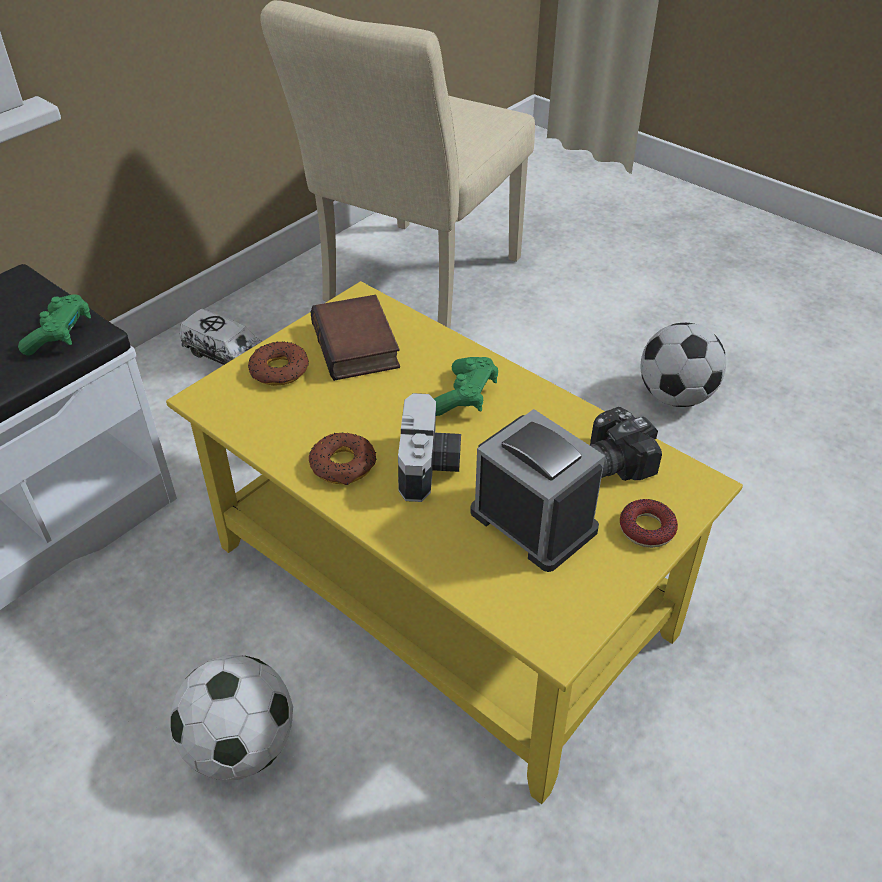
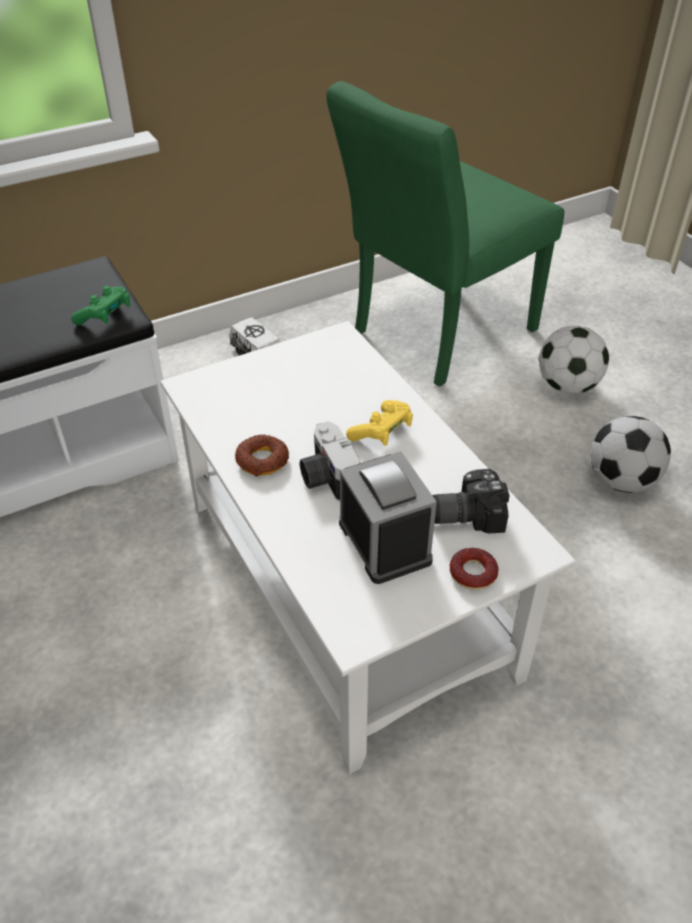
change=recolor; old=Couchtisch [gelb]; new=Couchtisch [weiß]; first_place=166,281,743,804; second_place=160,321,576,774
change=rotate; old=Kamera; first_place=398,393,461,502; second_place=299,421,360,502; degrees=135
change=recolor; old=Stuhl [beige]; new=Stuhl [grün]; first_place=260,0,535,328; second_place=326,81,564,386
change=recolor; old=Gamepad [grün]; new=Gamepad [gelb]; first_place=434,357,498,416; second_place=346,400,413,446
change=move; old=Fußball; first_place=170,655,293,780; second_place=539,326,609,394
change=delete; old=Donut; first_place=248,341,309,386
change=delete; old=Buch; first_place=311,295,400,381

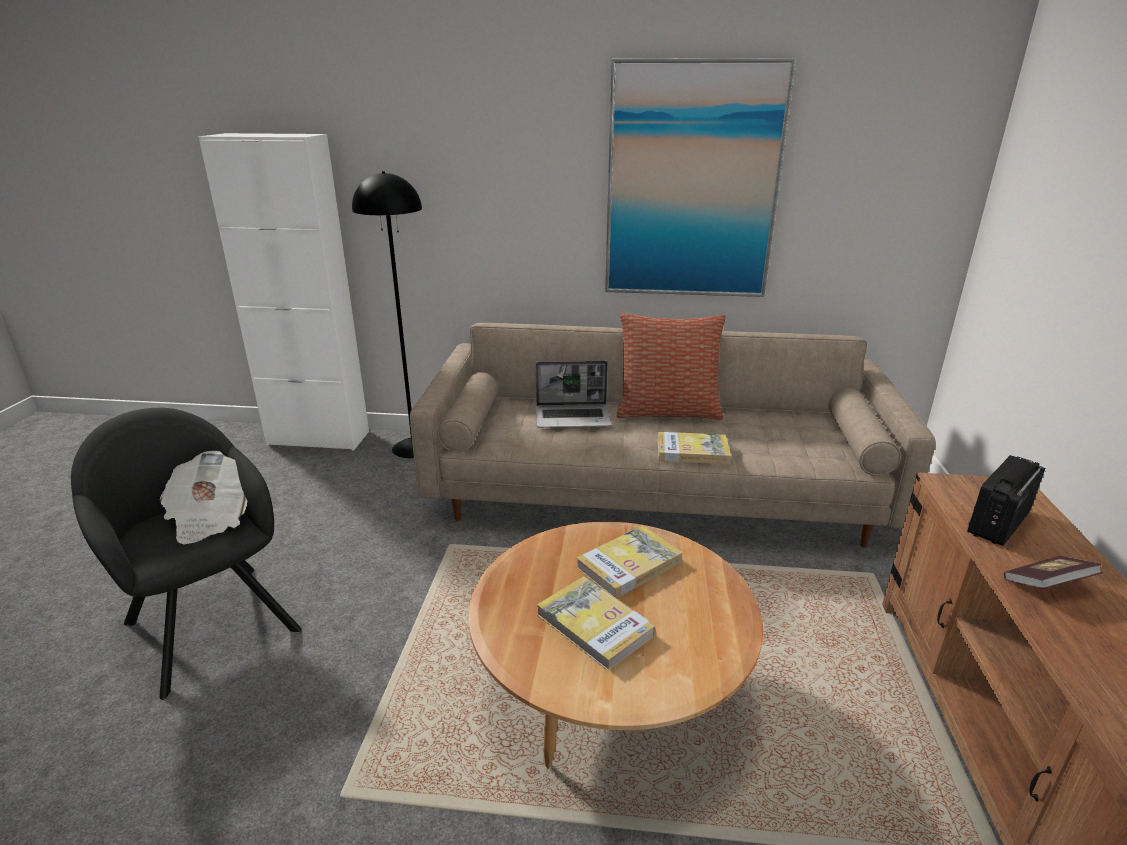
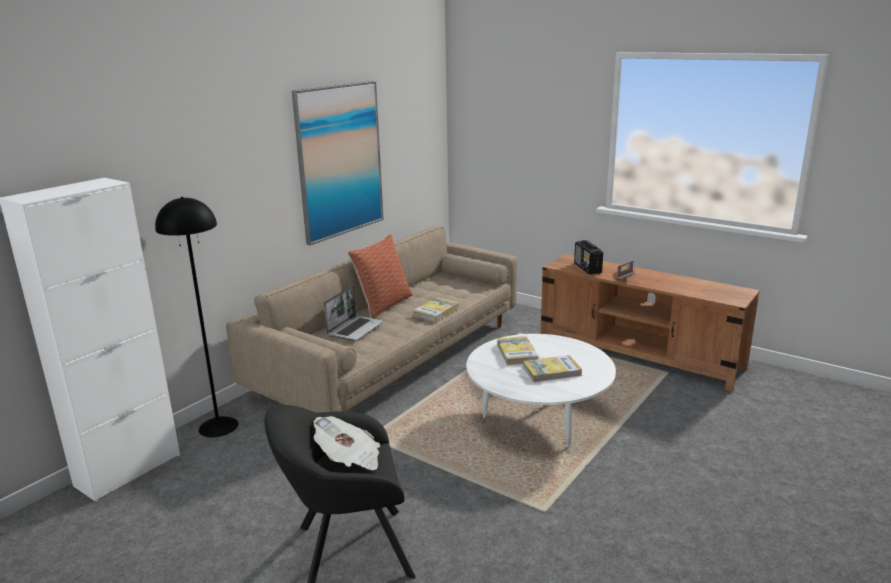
change=recolor; old=Couchtisch [braun]; new=Couchtisch [weiß]; first_place=469,522,763,769; second_place=466,334,616,448

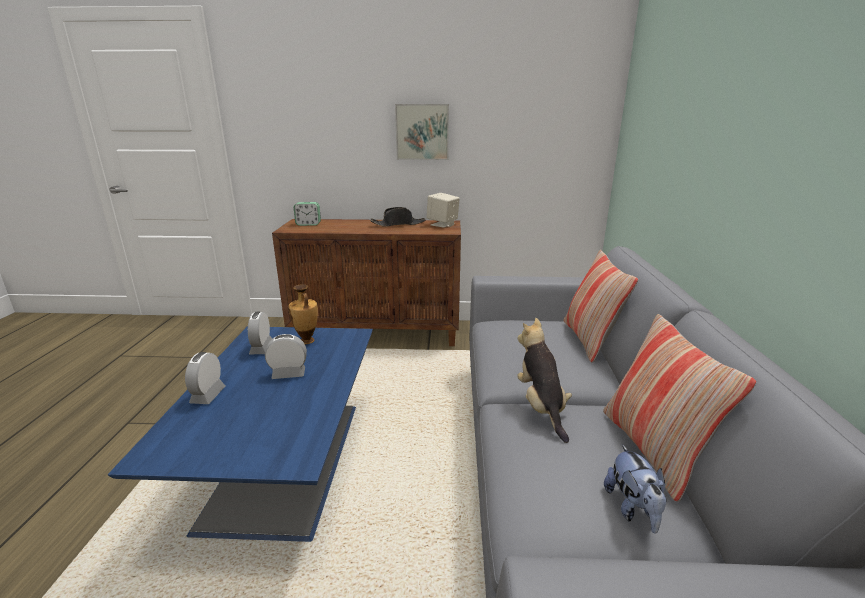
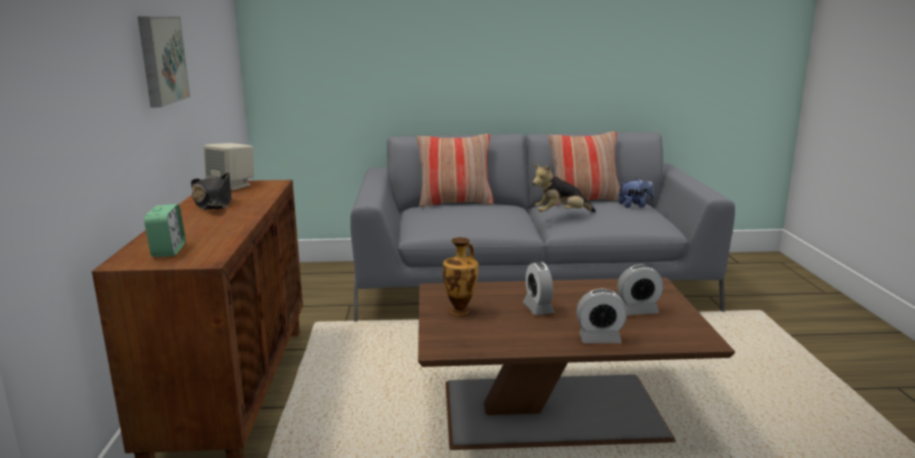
change=recolor; old=Couchtisch [blau]; new=Couchtisch [braun]; first_place=108,326,373,542; second_place=418,278,735,450
change=move; old=Wecker; first_place=248,312,272,354; second_place=617,264,664,315

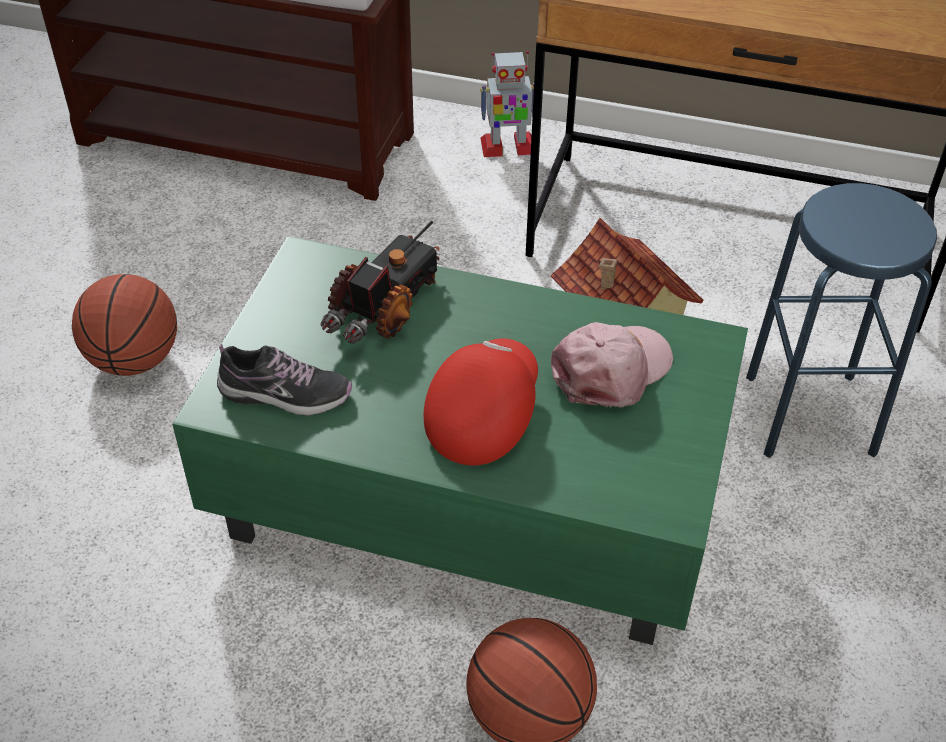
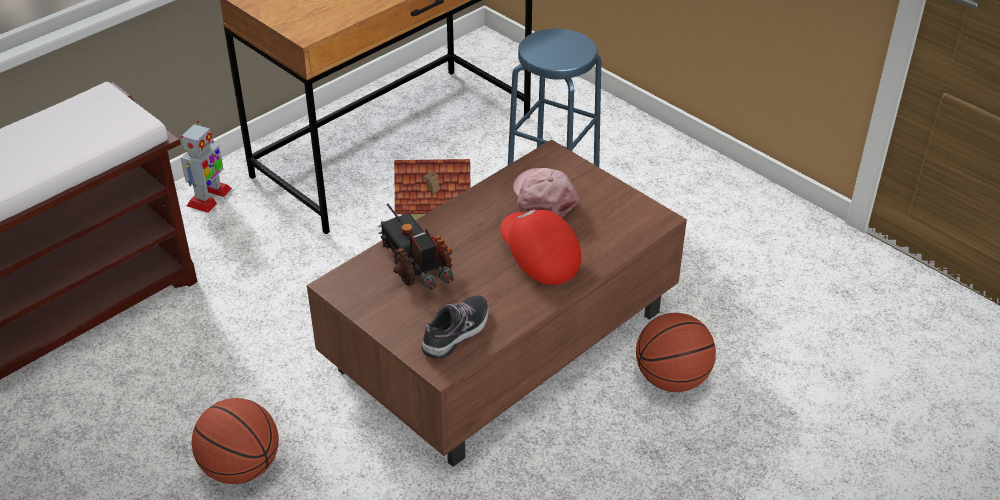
change=recolor; old=Couchtisch [grün]; new=Couchtisch [braun]; first_place=172,236,748,645; second_place=307,139,687,467

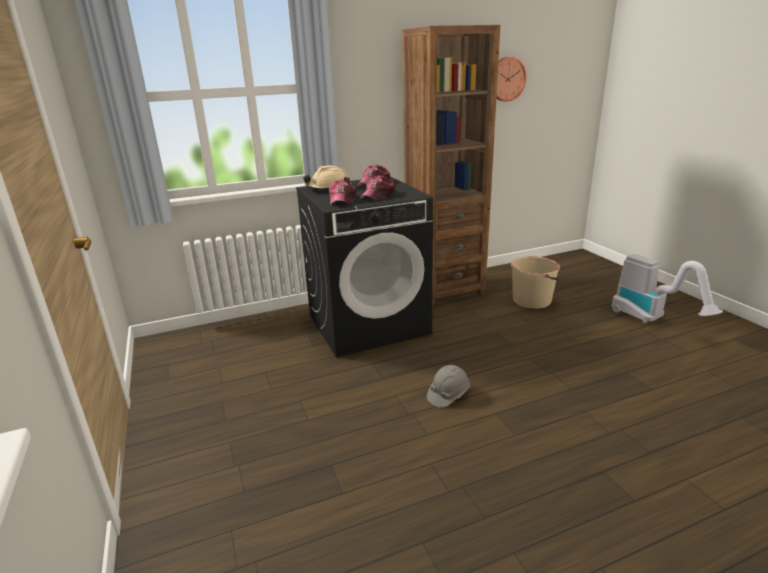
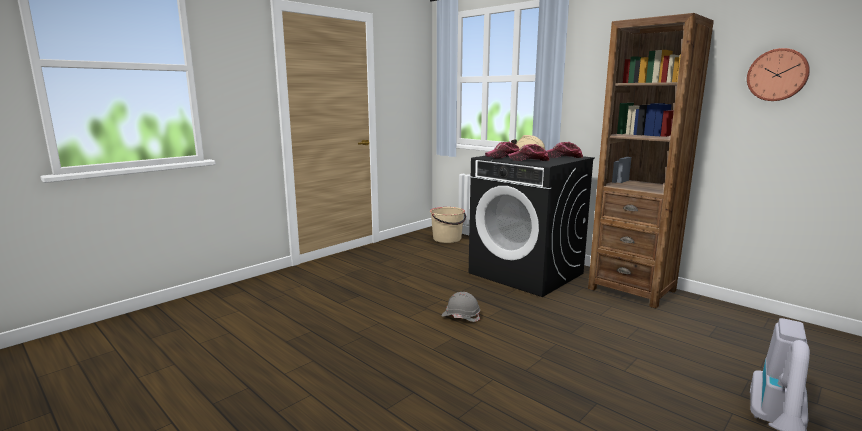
change=move; old=Eimer [beige]; first_place=511,256,560,309; second_place=430,207,466,243

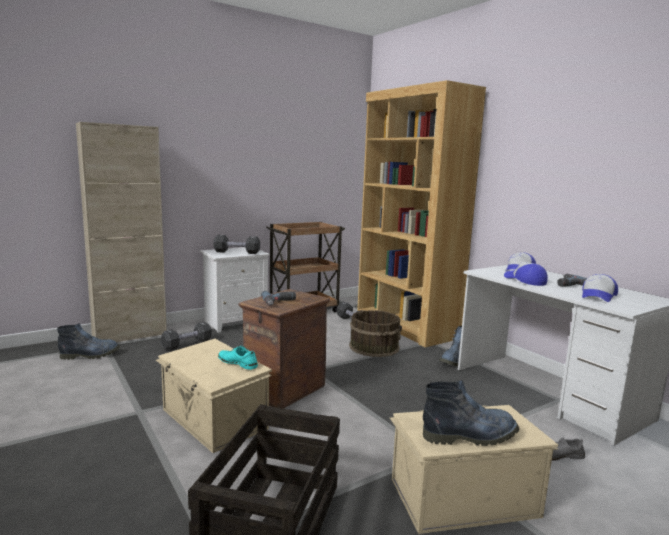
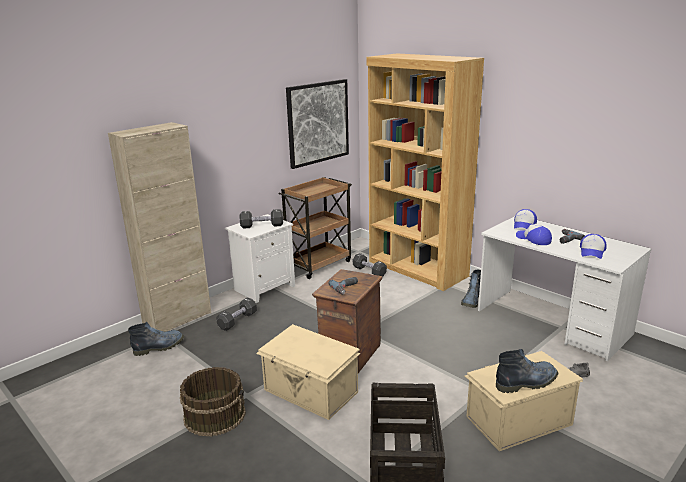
change=move; old=Eimer [braun]; first_place=349,310,402,357; second_place=180,367,246,436
change=insert; new=Bild; second_place=286,79,349,169
change=delete; old=Schuh [türkis]; first_place=218,346,258,370

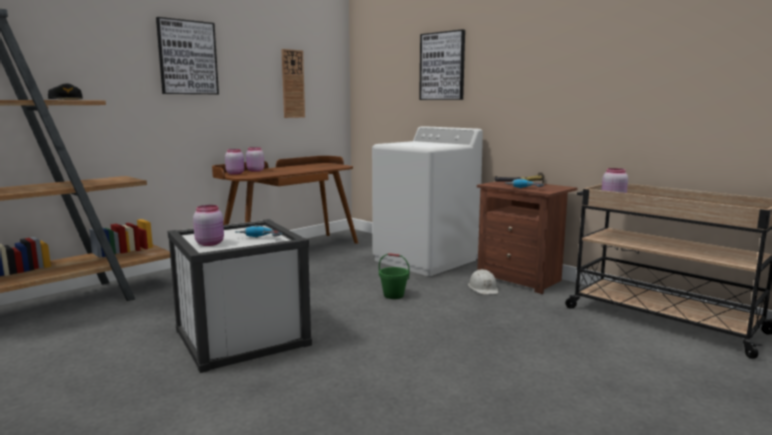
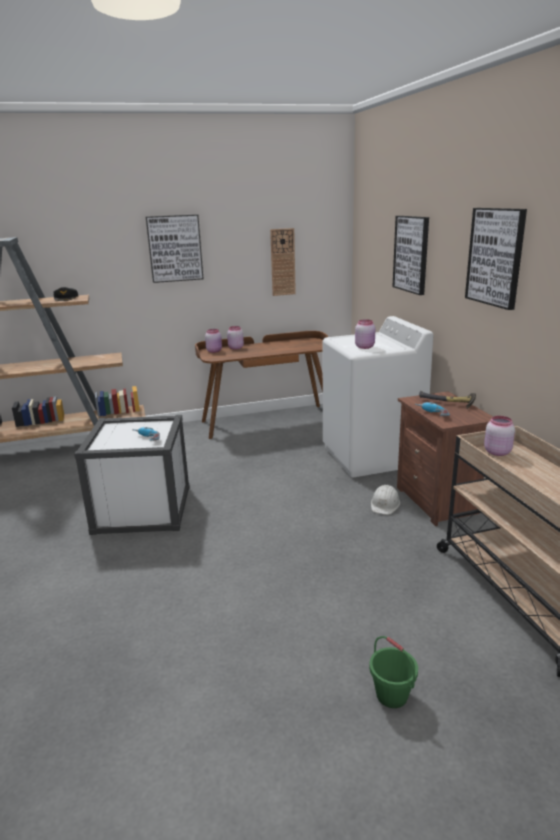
change=move; old=Vorratsglas [rosa]; first_place=193,205,224,246; second_place=355,319,375,349
change=move; old=Eimer [grün]; first_place=379,253,409,299; second_place=369,636,418,708
change=insert; new=Bild; second_place=465,208,527,310

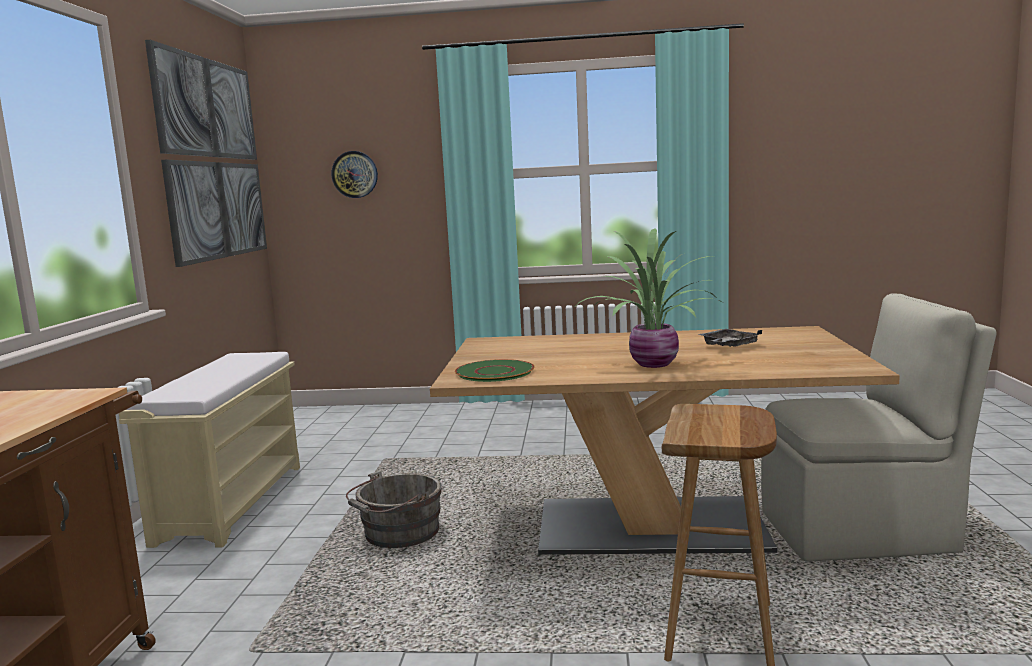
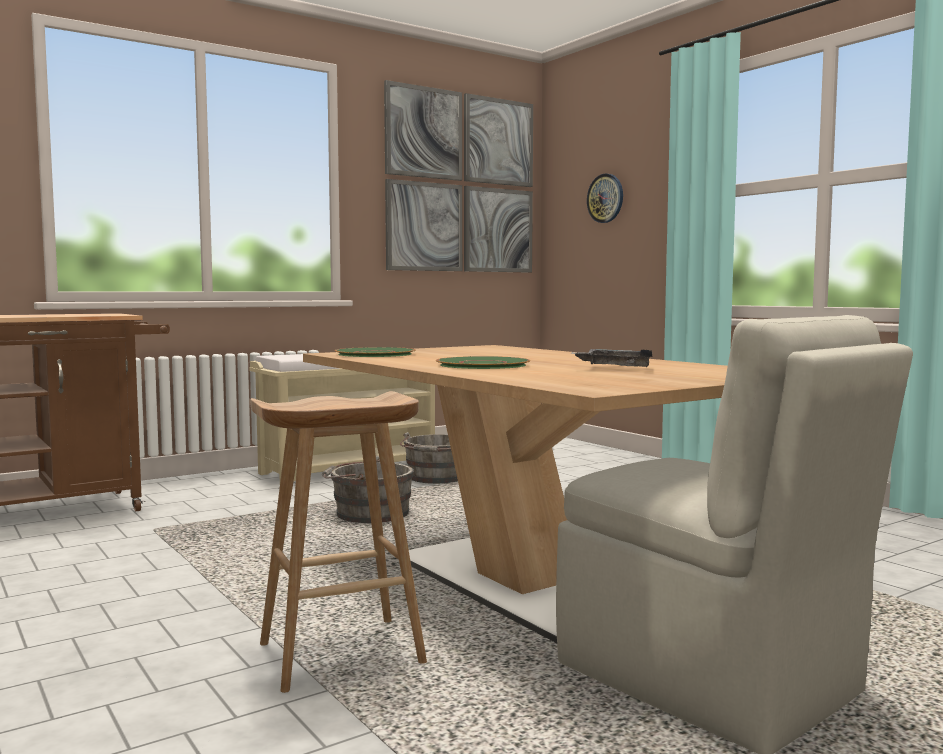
change=insert; new=Eimer [grau]; second_place=400,432,458,484
change=replace; old=Topfpflanze; new=Teller [grün]; first_place=576,229,720,368; second_place=436,356,531,369

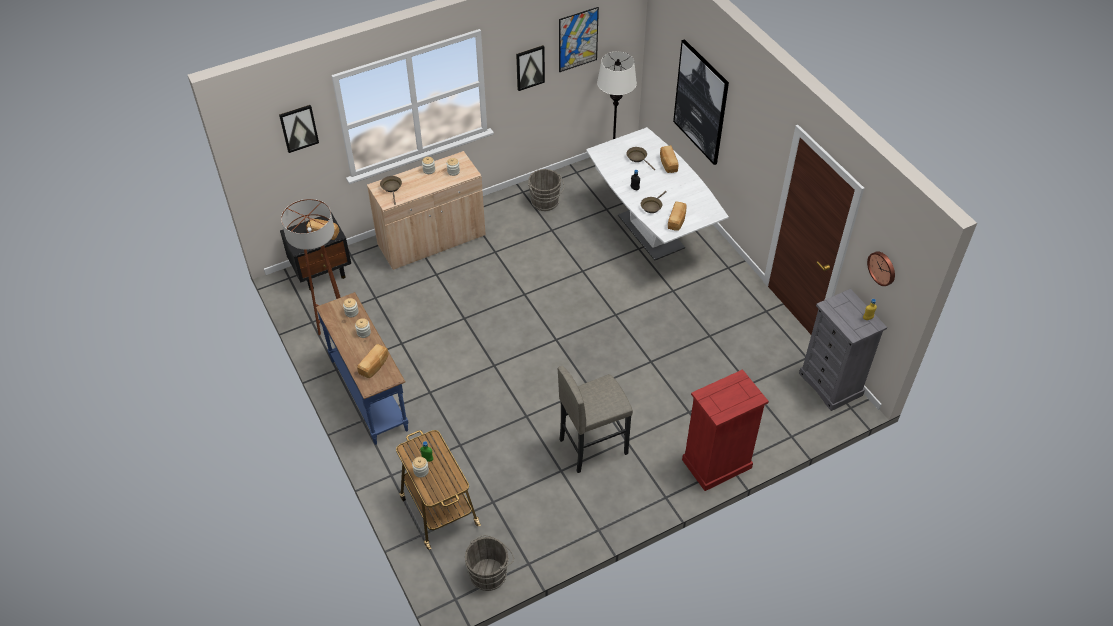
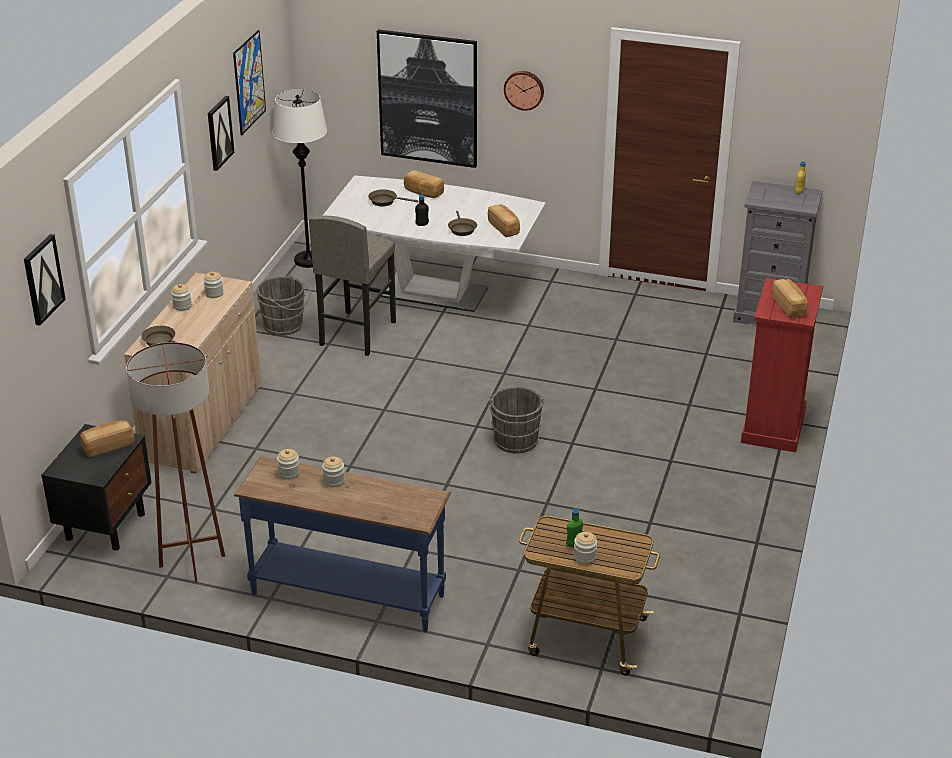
change=move; old=Hocker [grau]; first_place=558,366,633,473; second_place=309,216,396,356
change=move; old=Eimer [grau]; first_place=465,535,514,591; second_place=489,387,544,454
change=move; old=Wanduhr; first_place=867,251,895,286; second_place=504,71,544,111
change=move; old=Brot; first_place=357,344,388,378; second_place=772,279,808,318

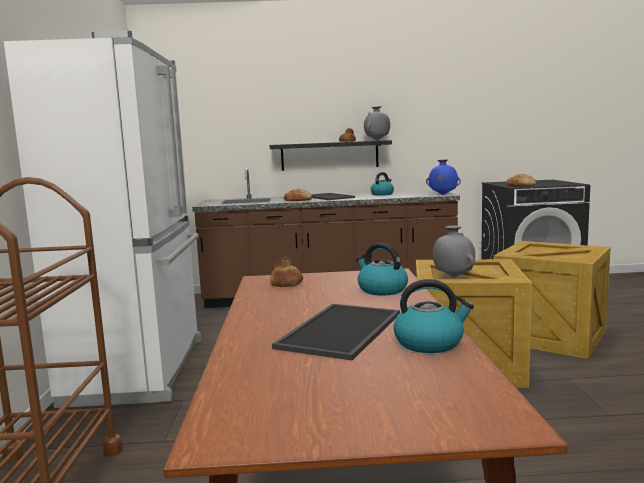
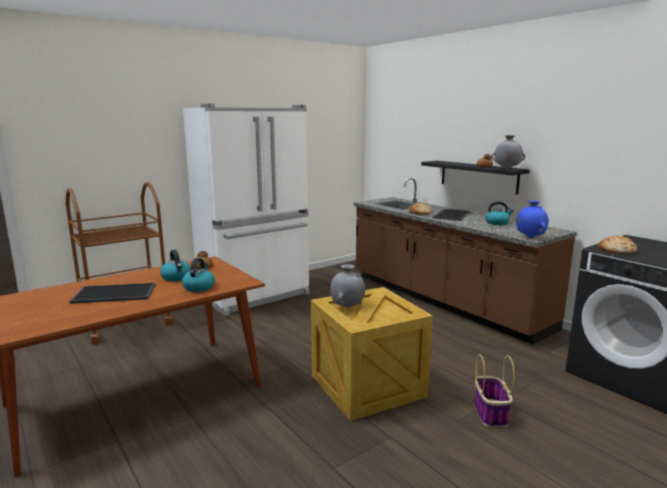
change=move; old=Wasserkessel; first_place=393,279,474,353; second_place=160,250,191,281
change=replace; old=Kiste; new=Korb; first_place=494,241,611,359; second_place=474,355,515,427

